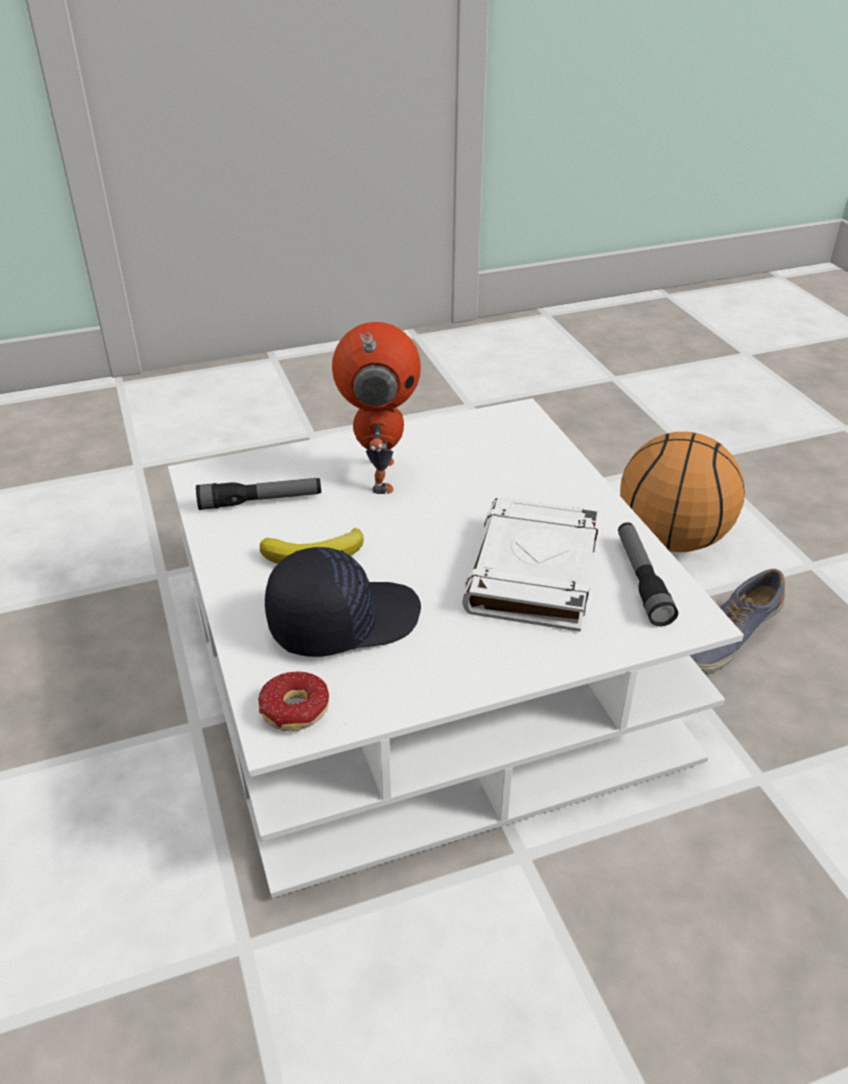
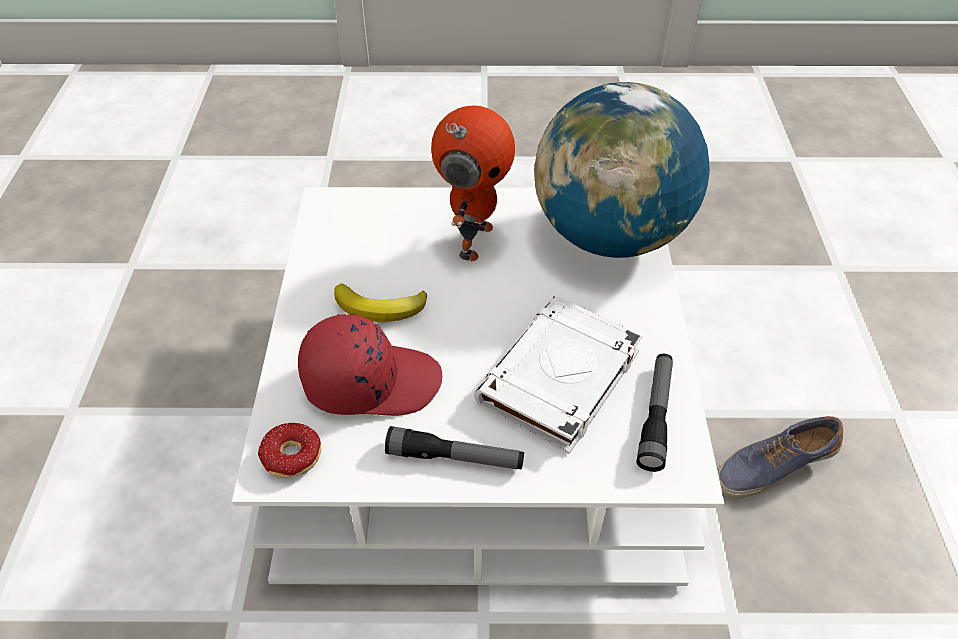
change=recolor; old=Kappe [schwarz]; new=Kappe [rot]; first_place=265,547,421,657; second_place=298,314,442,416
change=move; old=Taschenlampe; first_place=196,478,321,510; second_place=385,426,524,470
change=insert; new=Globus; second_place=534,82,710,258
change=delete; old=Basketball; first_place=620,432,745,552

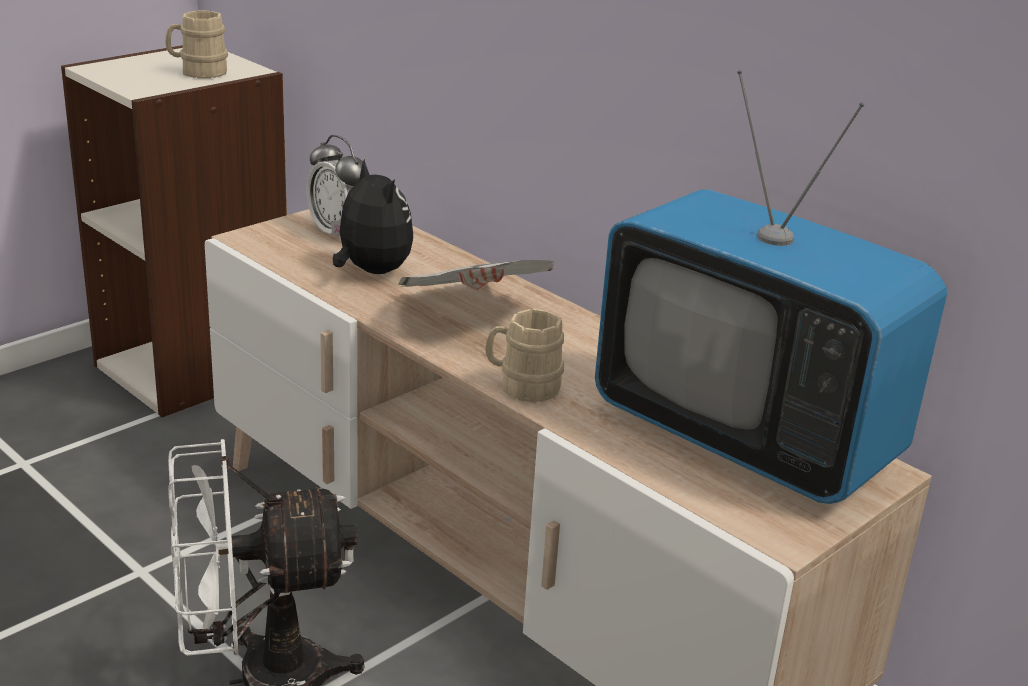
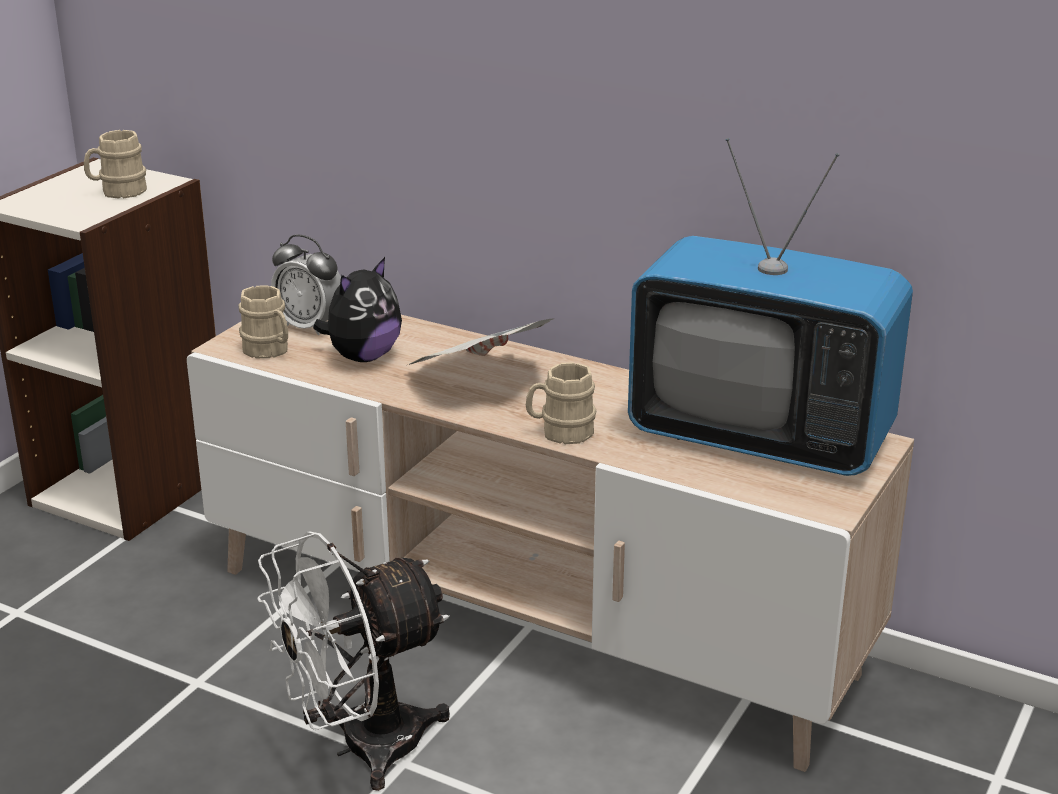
change=insert; new=Henkelbecher [beige]; second_place=238,285,288,358
change=rotate; old=Plüschtier; first_place=331,159,413,274; second_place=313,257,402,362; degrees=90

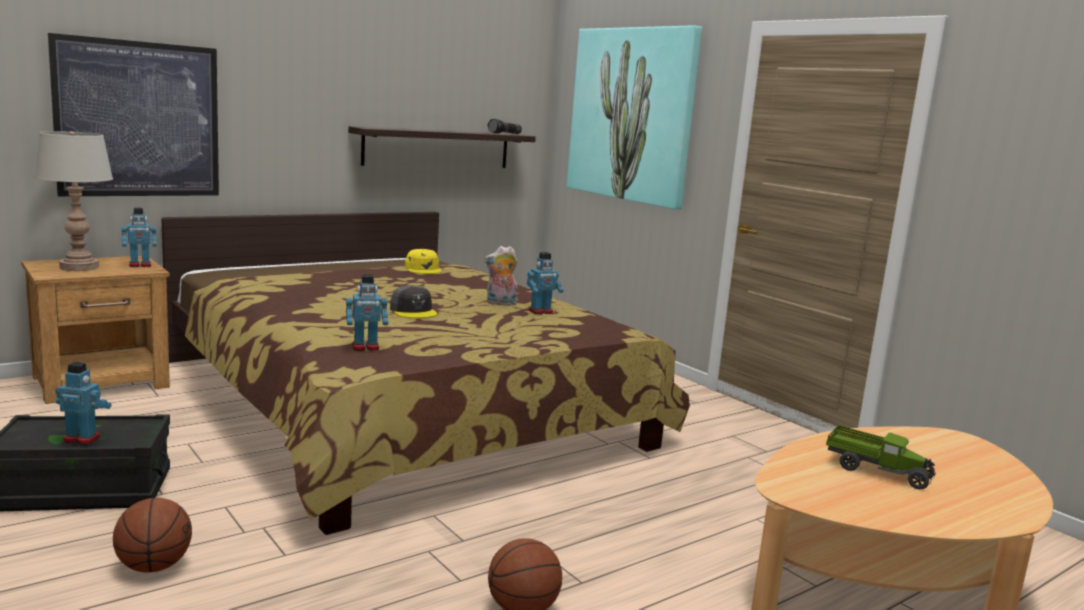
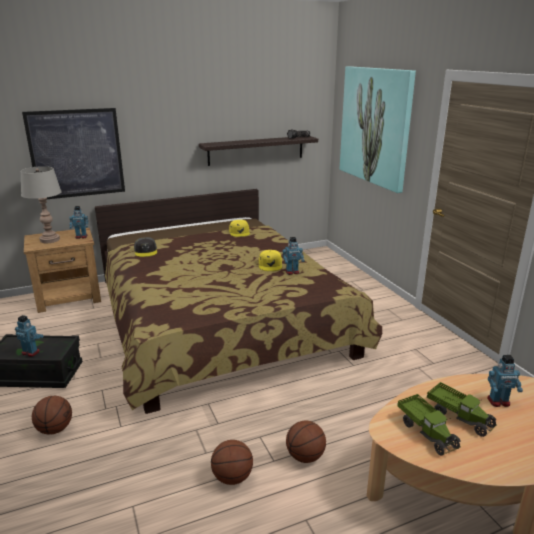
change=move; old=Kappe [grau]; first_place=390,286,437,318; second_place=134,237,157,257
change=replace; old=Plüschtier; new=Kappe [gelb]; first_place=484,246,518,306; second_place=259,250,282,271
change=insert; new=Basketball; second_place=286,420,326,463
change=insert; new=Spielzeuglaster; second_place=397,394,461,455
change=move; old=Spielzeugroboter; first_place=346,274,388,351; second_place=487,355,523,407

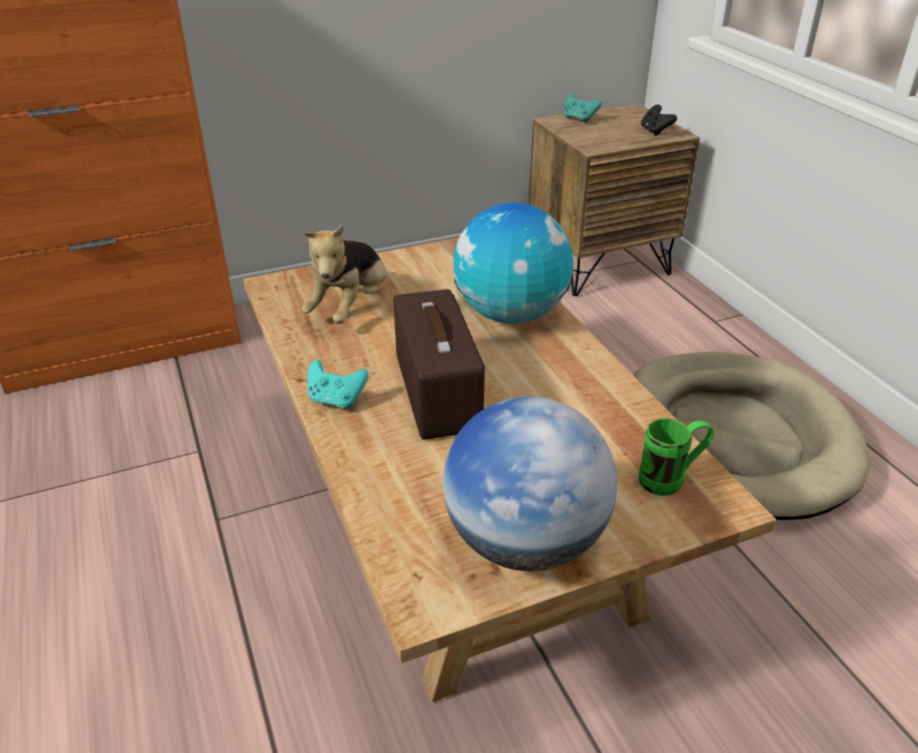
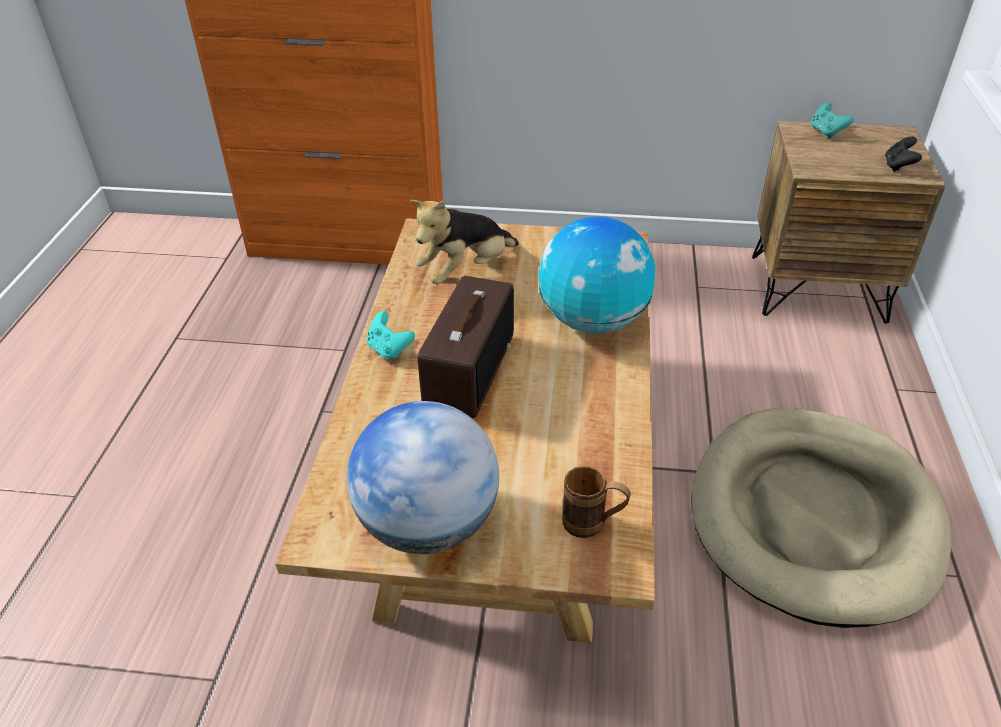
change=recolor; old=Henkelbecher [grün]; new=Henkelbecher [braun]; first_place=639,418,714,496; second_place=562,466,631,538

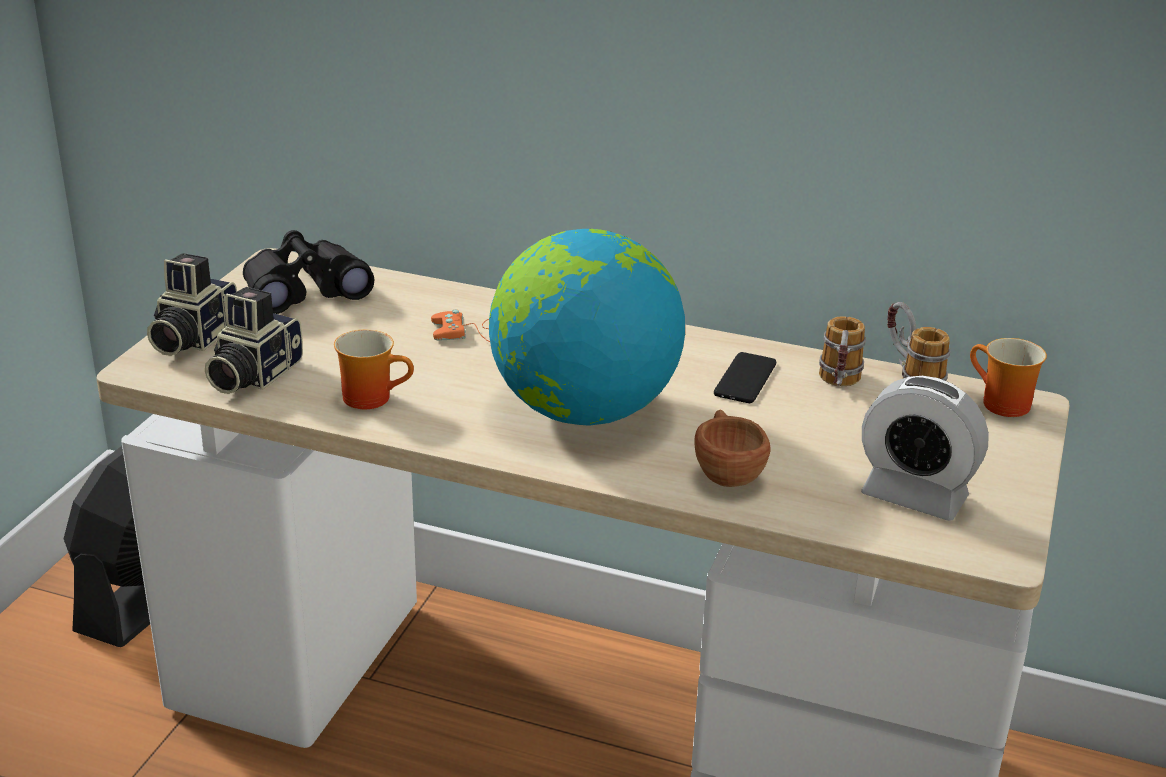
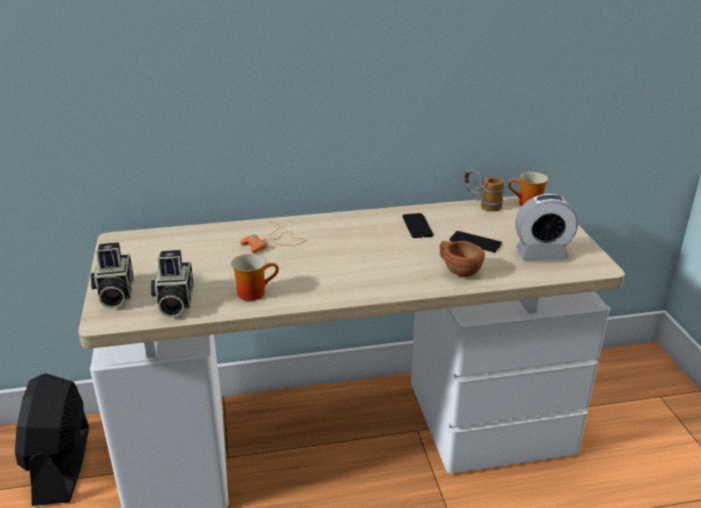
change=insert; new=Handy; second_place=450,231,502,252
change=delete; old=Fernglas [schwarz]; first_place=243,230,374,314
change=delete; old=Globus; first_place=489,229,685,426
change=delete; old=Henkelbecher; first_place=819,316,866,386

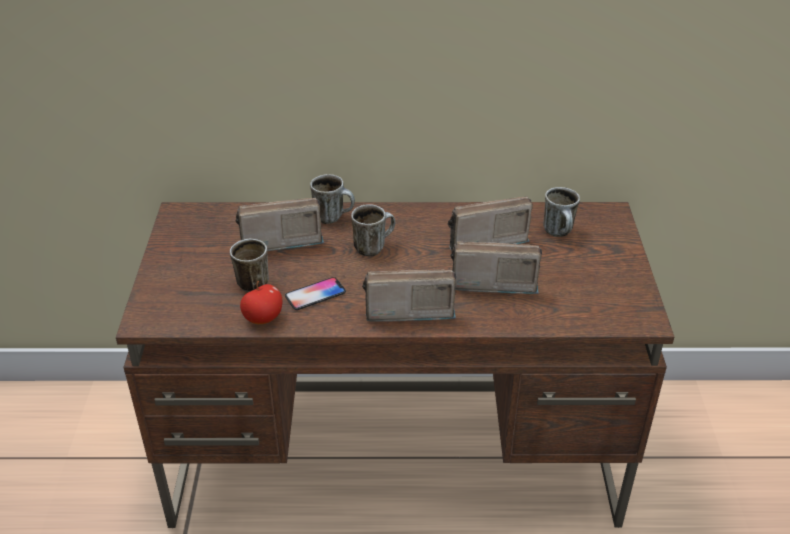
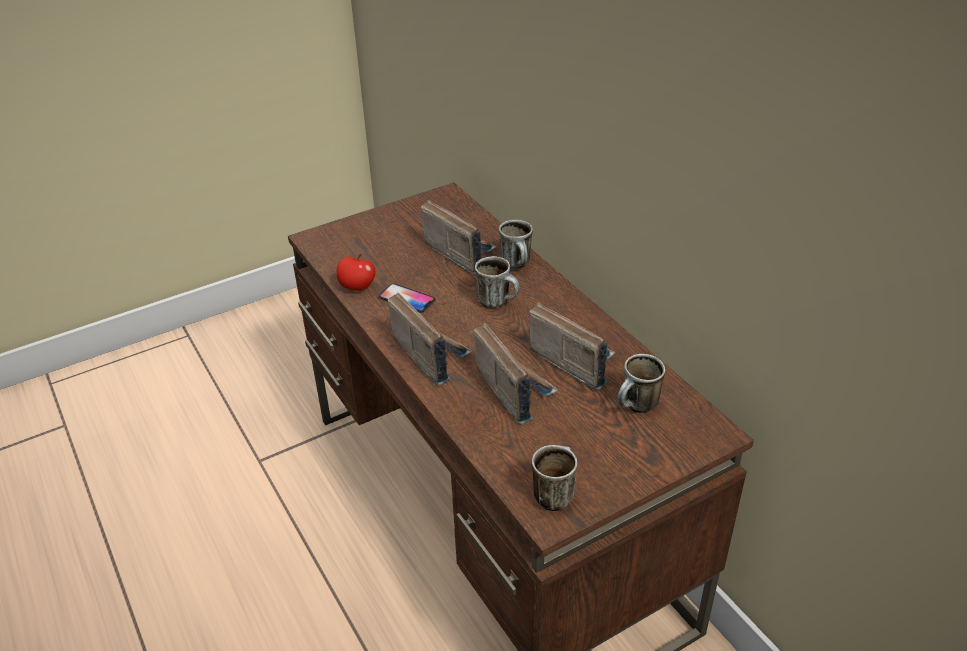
change=move; old=Henkelbecher; first_place=230,239,269,292; second_place=532,445,577,511

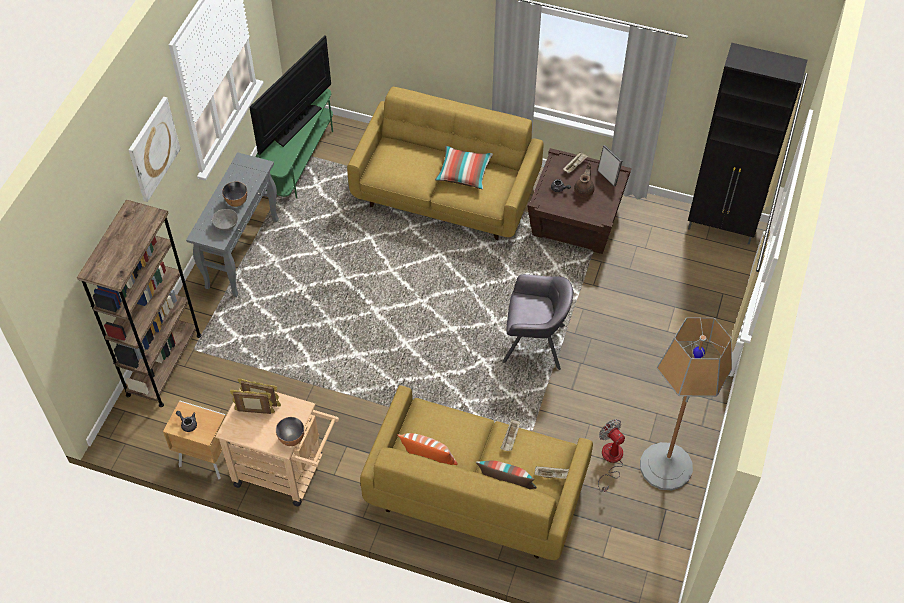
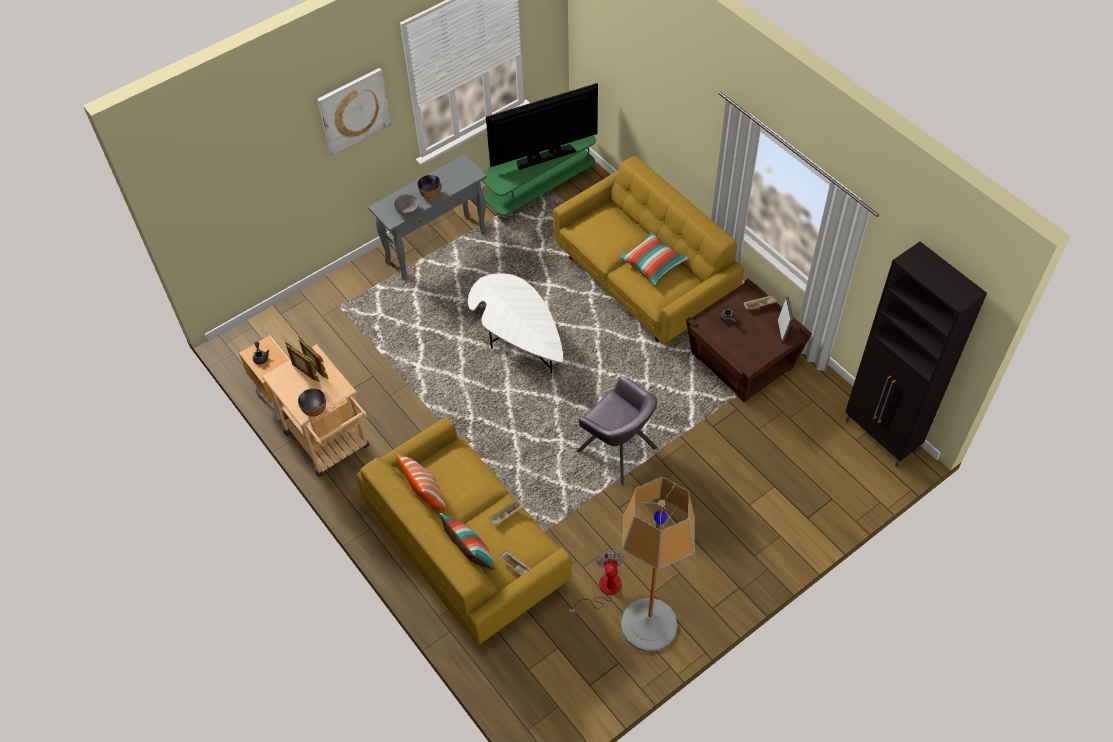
change=insert; new=Couchtisch [weiß]; second_place=468,273,564,374
change=delete; old=Bücherregal [braun]; first_place=77,200,202,407
change=delete; old=Teekanne [braun]; first_place=574,162,594,198

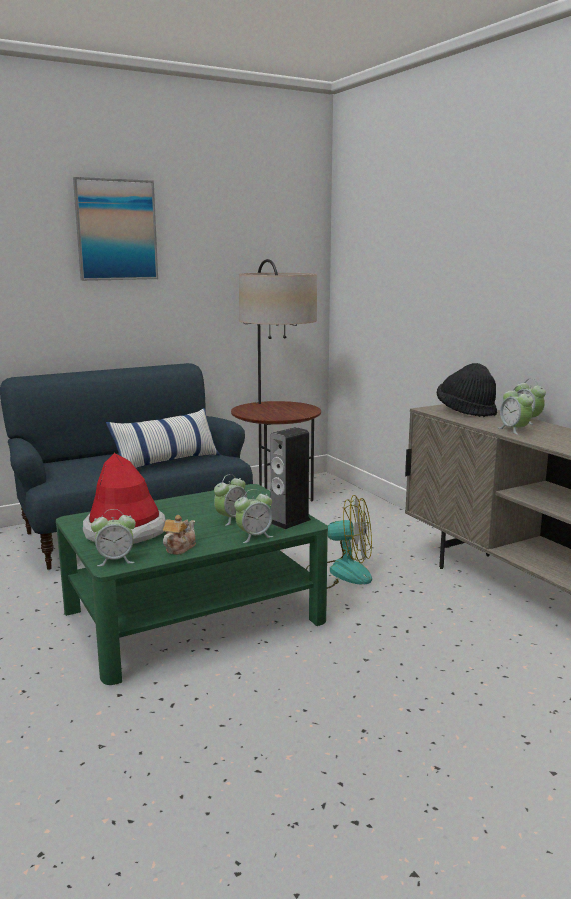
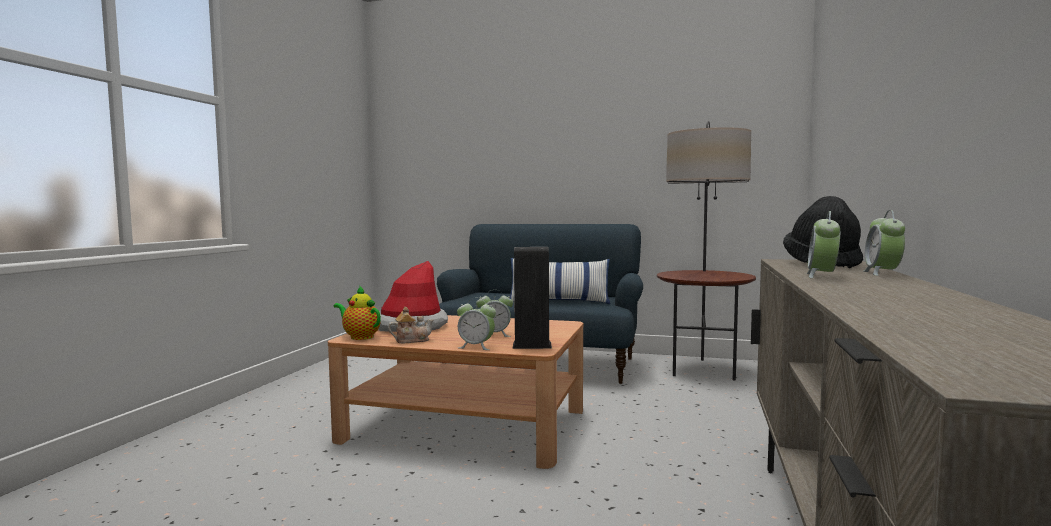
change=recolor; old=Couchtisch [grün]; new=Couchtisch [braun]; first_place=56,484,328,685; second_place=328,315,584,469
change=replace; old=Wecker; new=Teekanne; first_place=91,509,136,566; second_place=334,286,381,340
change=delete; old=Bild; first_place=73,177,158,281
change=delete; old=Ventilator; first_place=306,495,372,589

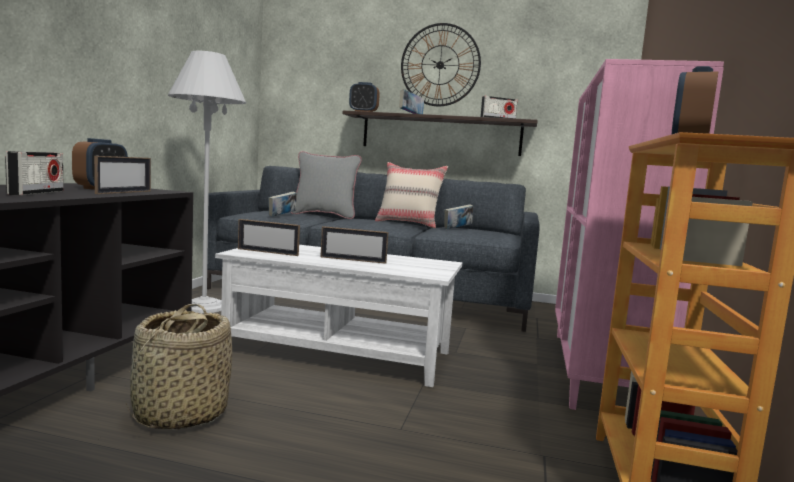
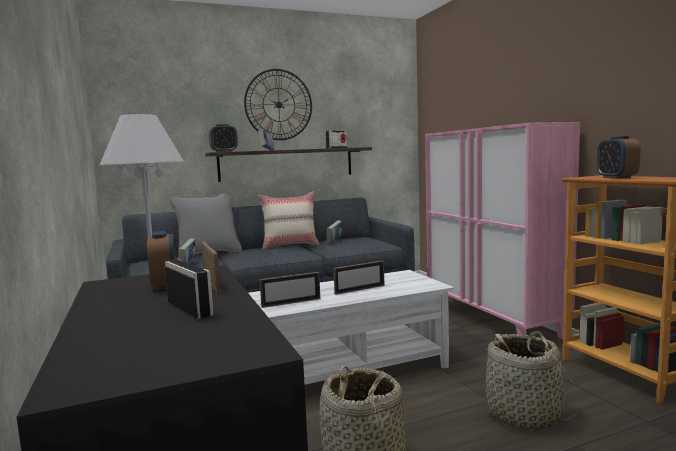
change=insert; new=Korb; second_place=484,331,579,430

